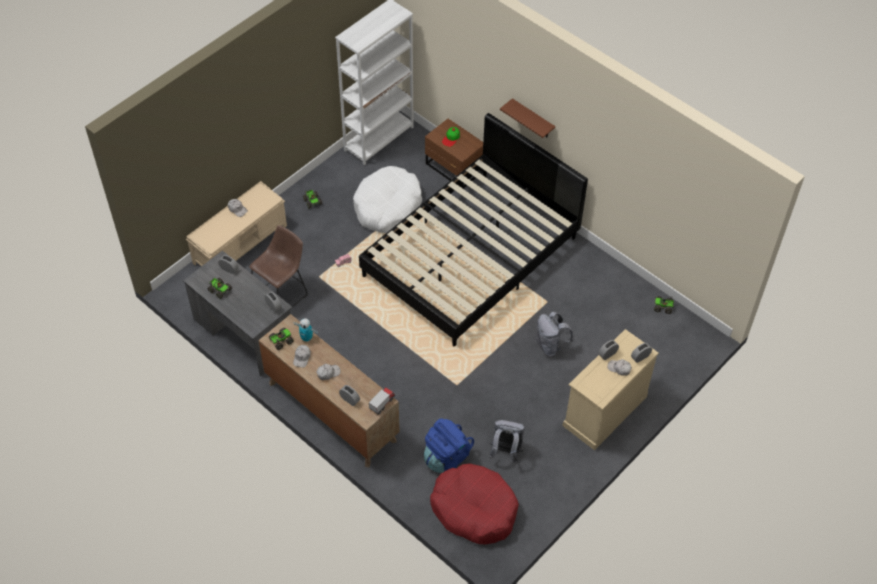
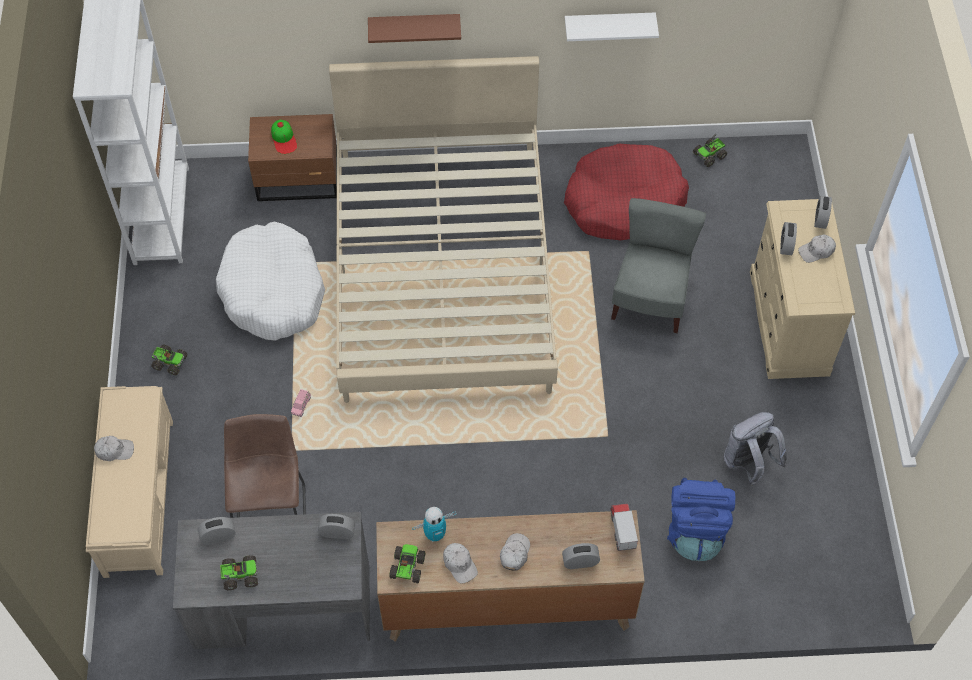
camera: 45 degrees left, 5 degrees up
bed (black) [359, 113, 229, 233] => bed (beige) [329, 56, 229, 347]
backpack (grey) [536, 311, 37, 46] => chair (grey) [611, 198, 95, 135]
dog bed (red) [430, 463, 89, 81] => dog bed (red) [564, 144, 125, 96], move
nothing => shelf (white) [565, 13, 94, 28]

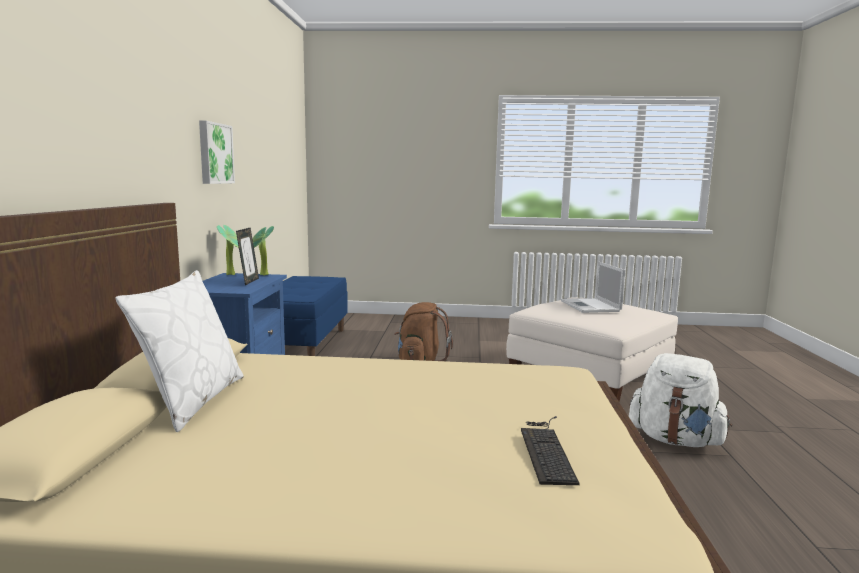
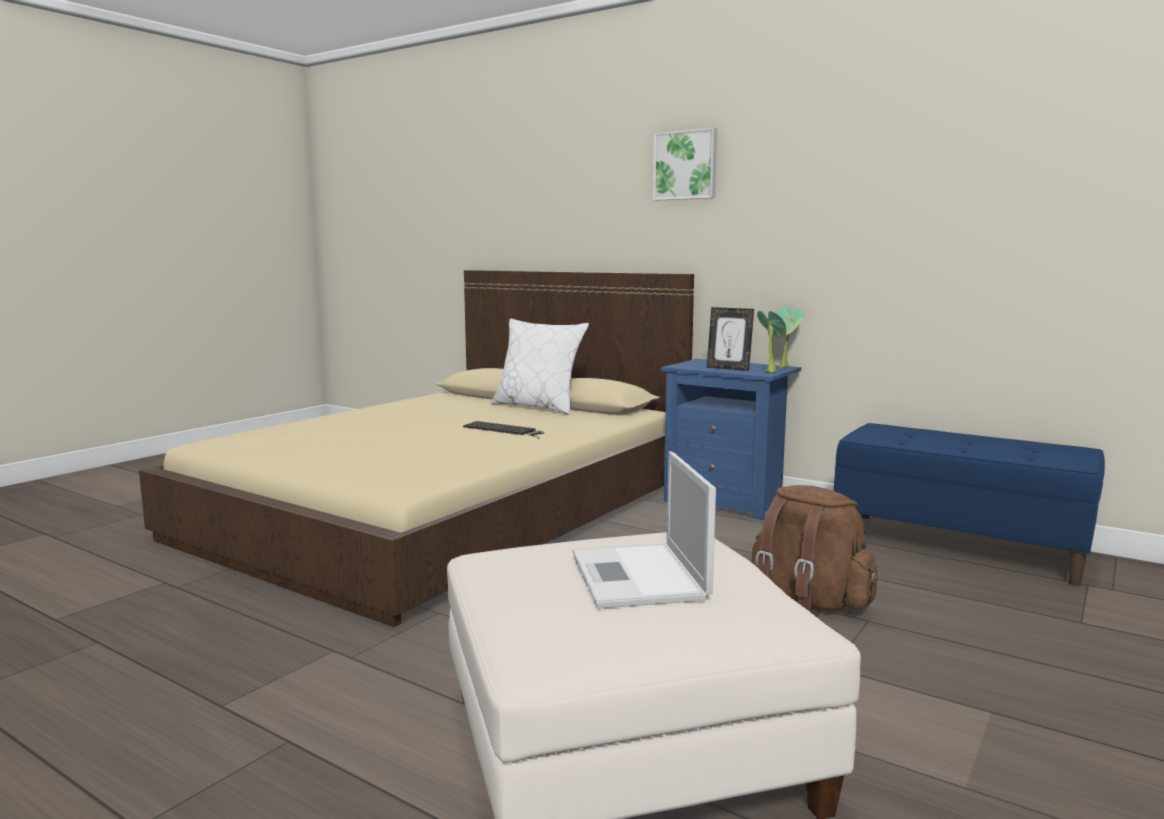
camera: 120 degrees right, 0 degrees up
picture [199, 120, 36, 64] => picture [653, 127, 64, 74], move
laptop [561, 262, 64, 51] => laptop [573, 451, 143, 158], 120 degrees counterclockwise
backpack (white) [629, 353, 103, 94] => nothing
keyboard [521, 416, 58, 69] => keyboard [463, 421, 81, 18], move

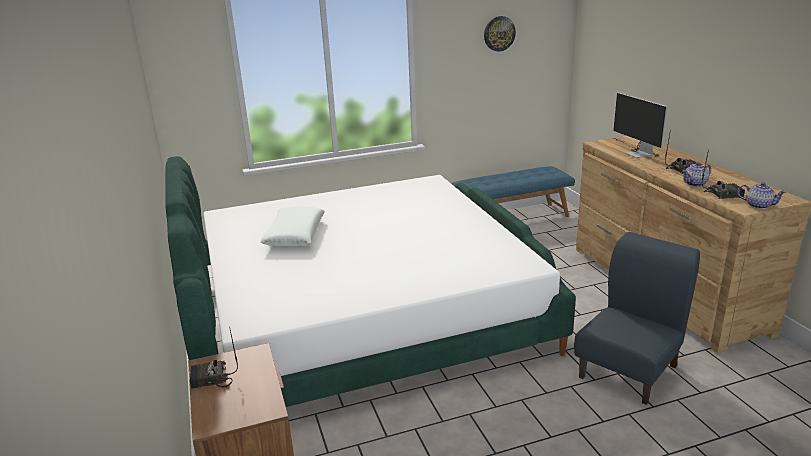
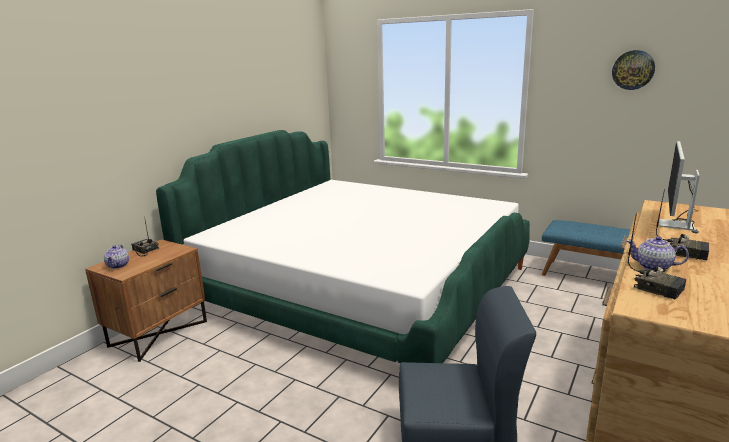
camera: 50 degrees right, 5 degrees down
teapot [738, 182, 48, 27] => teapot [104, 244, 25, 25], move
pillow (white) [260, 207, 65, 40] => nothing

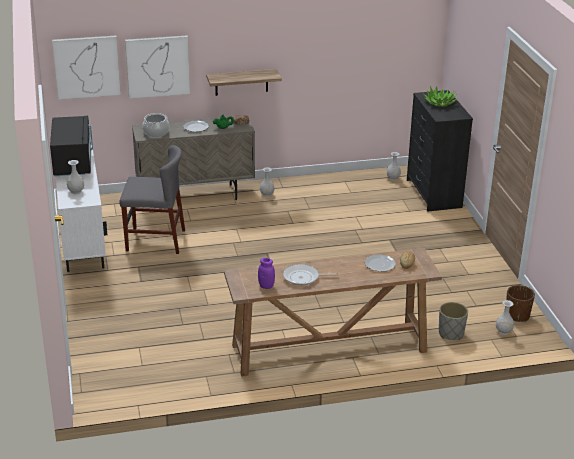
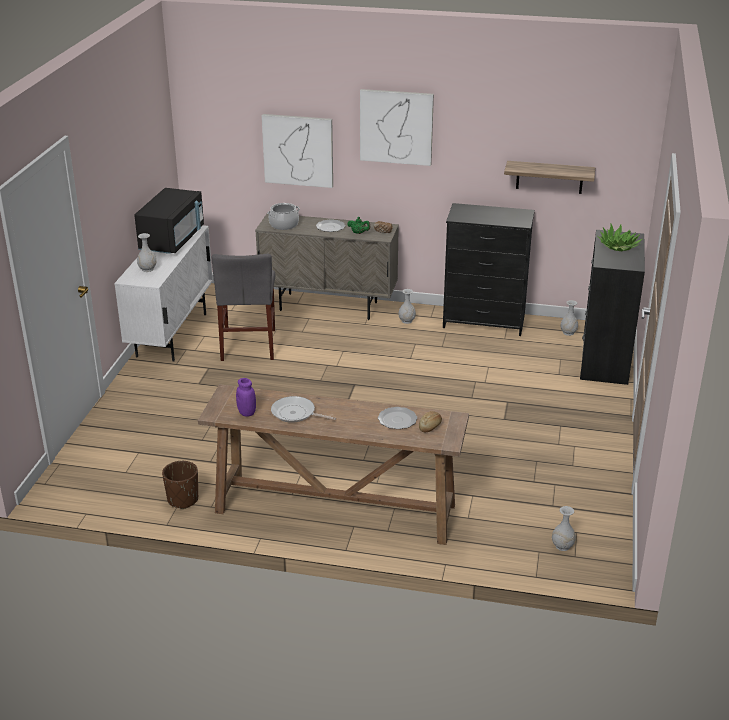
camera: 25 degrees right, 0 degrees up
picture [52, 36, 69, 64] => picture [360, 89, 74, 77], move
shelf [206, 69, 76, 27] => shelf [504, 161, 91, 33], move
chair (grey) [120, 145, 65, 109] => chair (grey) [212, 254, 63, 107], 60 degrees clockwise
planter (brown) [506, 285, 29, 37] => planter (brown) [162, 461, 36, 48], move
planter (grey) [439, 302, 29, 38] => nothing
nothing => dresser (black) [443, 203, 92, 133]

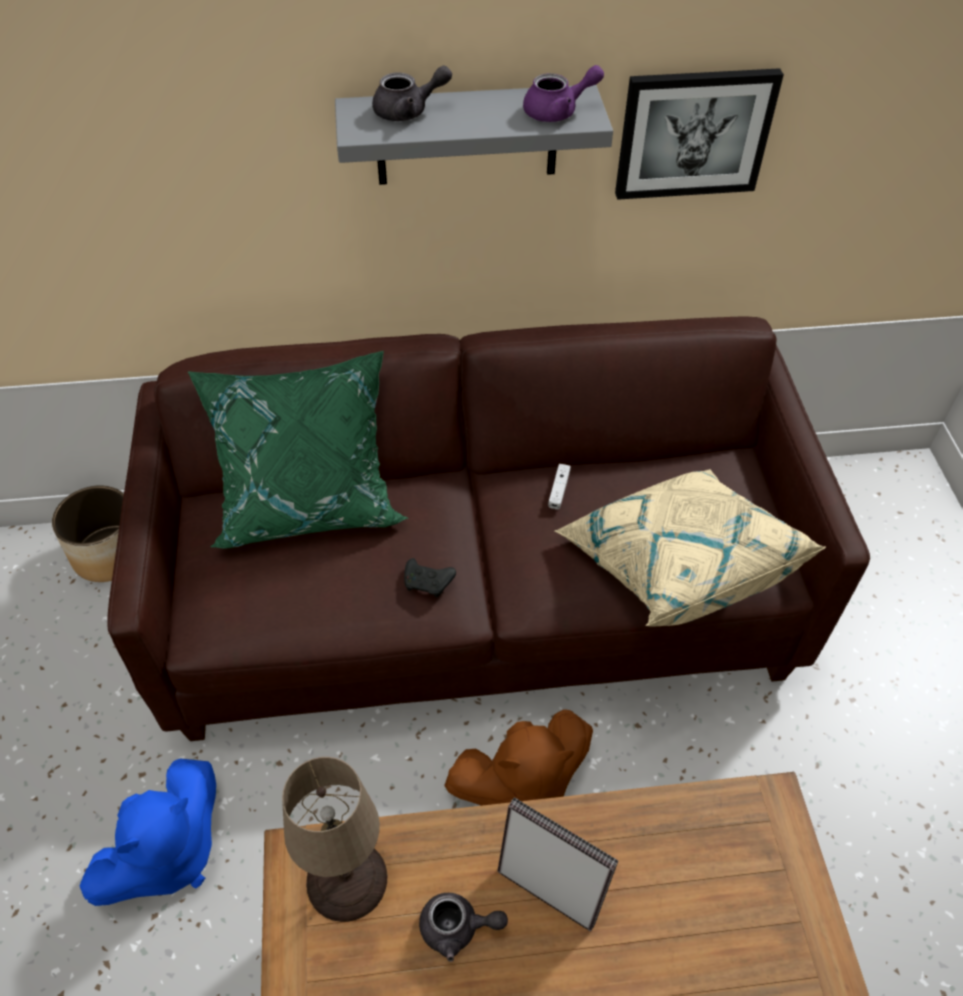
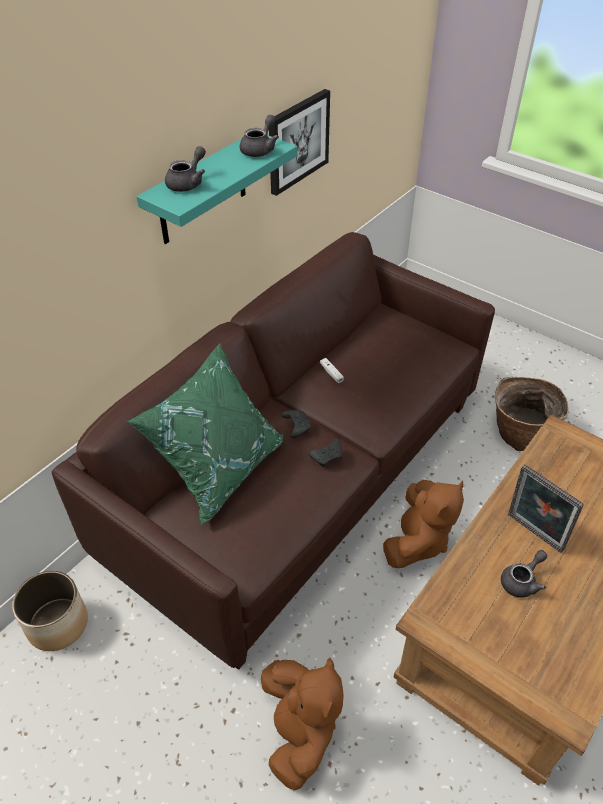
camera: 45 degrees left, 5 degrees down
teapot (purple) [523, 65, 81, 57] => teapot (grey) [240, 115, 39, 42]
shelf (grey) [335, 85, 278, 100] => shelf (turquoise) [137, 135, 160, 109]
pillow (beige) [554, 469, 272, 158] => nothing
table lamp (beige) [282, 757, 105, 165] => nothing
plush toy (blue) [79, 759, 137, 147] => plush toy (brown) [261, 658, 83, 133]
picture frame [497, 798, 121, 133] => picture frame [508, 464, 76, 89], 120 degrees counterclockwise
nothing => basket [495, 377, 74, 74]
nothing => game controller (black) [281, 410, 30, 28]

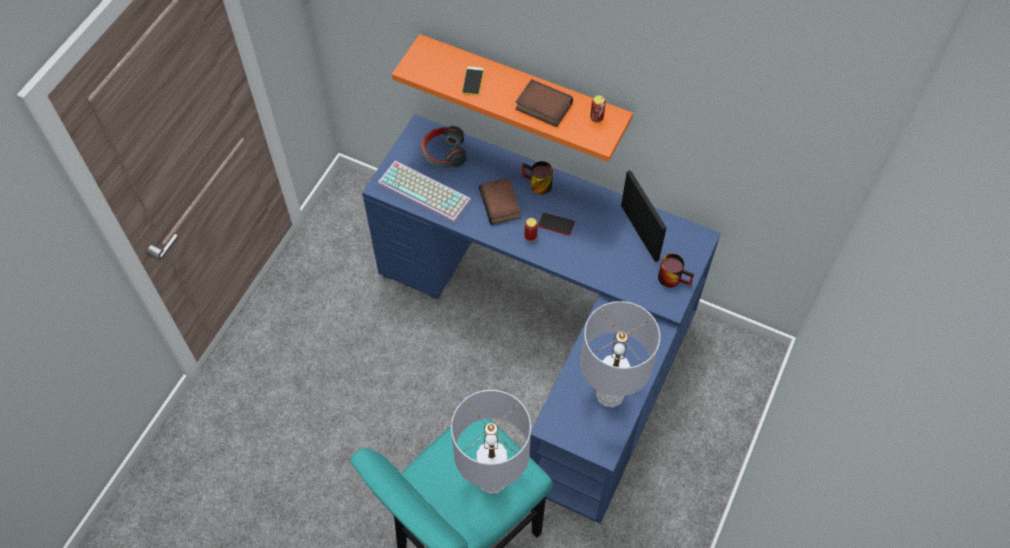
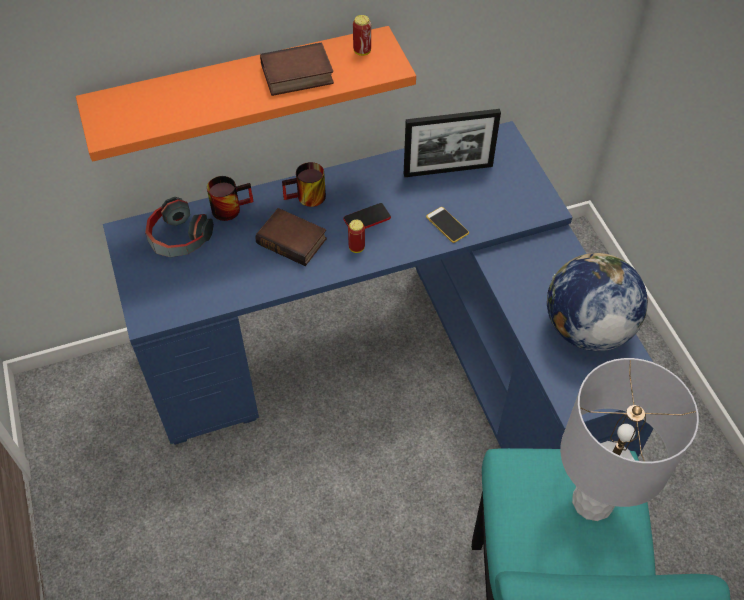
camera: 45 degrees left, 5 degrees down
phone [462, 66, 22, 30] => phone [426, 207, 43, 36], move
keyboard [377, 161, 94, 62] => nothing
picture frame [621, 170, 46, 92] => picture frame [404, 109, 97, 68], 150 degrees clockwise
mug [658, 253, 36, 34] => mug [207, 176, 47, 45], move
table lamp (grey) [580, 301, 80, 106] => globe [547, 253, 102, 98]

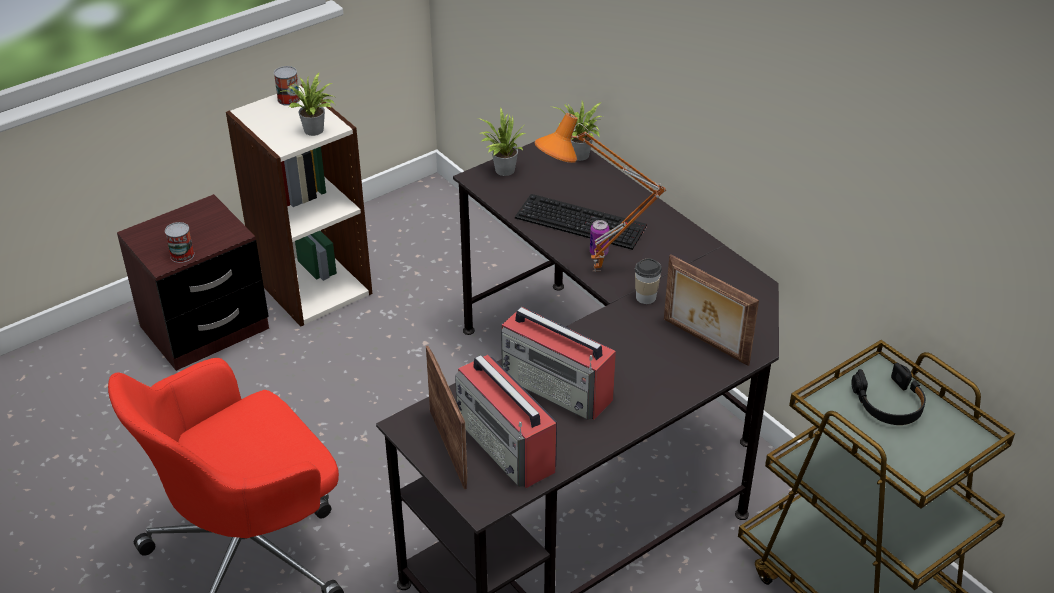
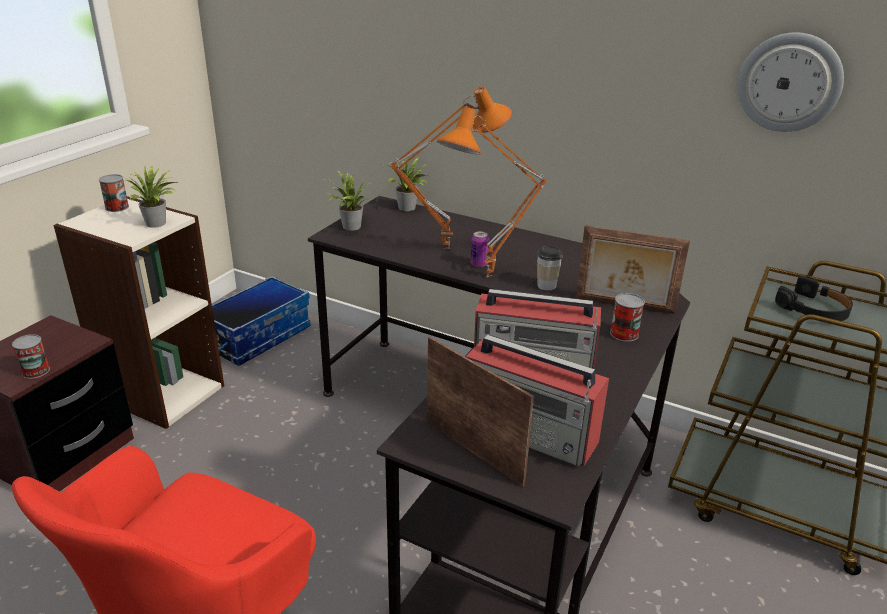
camera: 25 degrees left, 10 degrees down
keyboard [515, 194, 132, 56] => table lamp (orange) [390, 86, 122, 163]
nothing => wall clock [737, 32, 107, 100]
nothing => storage box [212, 276, 99, 90]
nothing => can [610, 293, 35, 49]

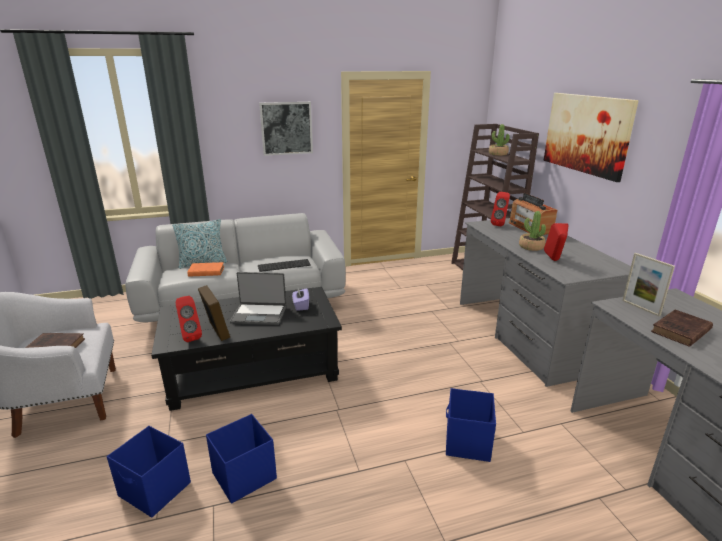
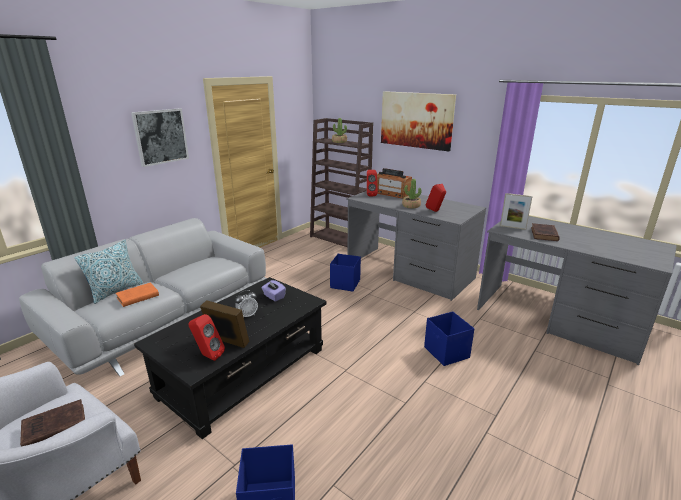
camera: 35 degrees left, 0 degrees up
keyboard [258, 259, 53, 13] => nothing
laptop [230, 272, 56, 53] => alarm clock [235, 290, 23, 27]
storage box (blue) [206, 414, 71, 90] => storage box (blue) [330, 254, 31, 38], move

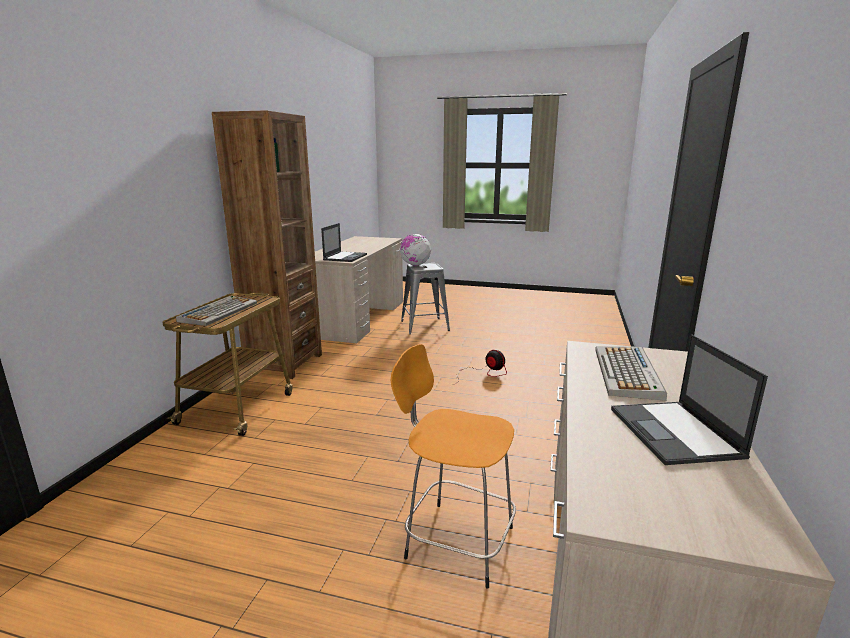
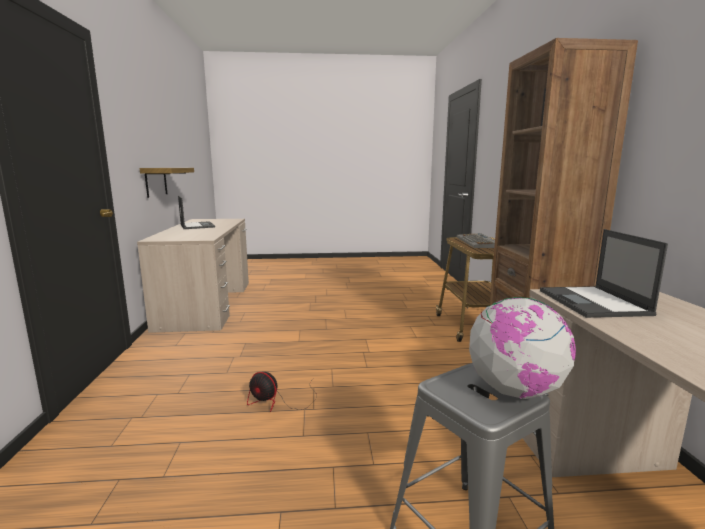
camera: 160 degrees right, 5 degrees down
stool (orange) [391, 344, 125, 245] => nothing
keyboard [595, 346, 72, 55] => nothing
nothing => shelf [140, 168, 54, 30]

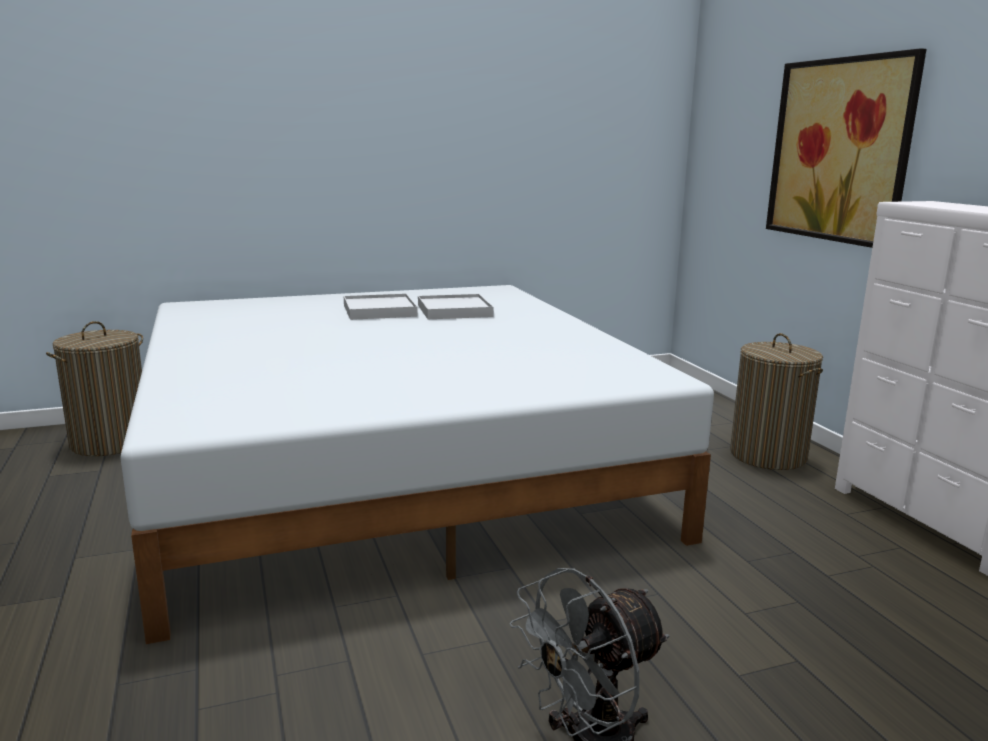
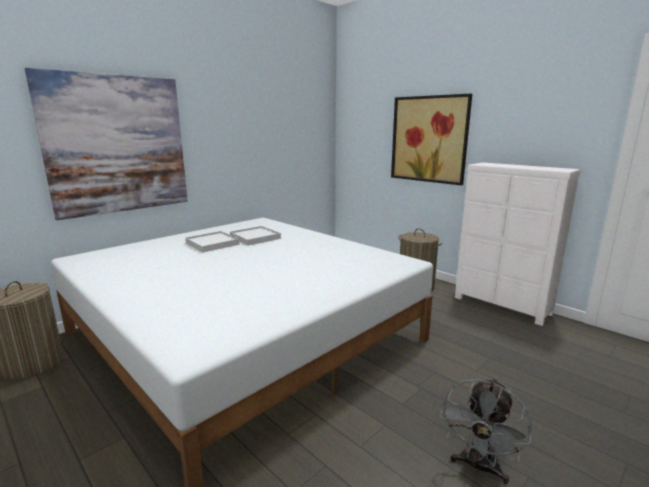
camera: 25 degrees left, 0 degrees up
nothing => picture [25, 68, 163, 152]

